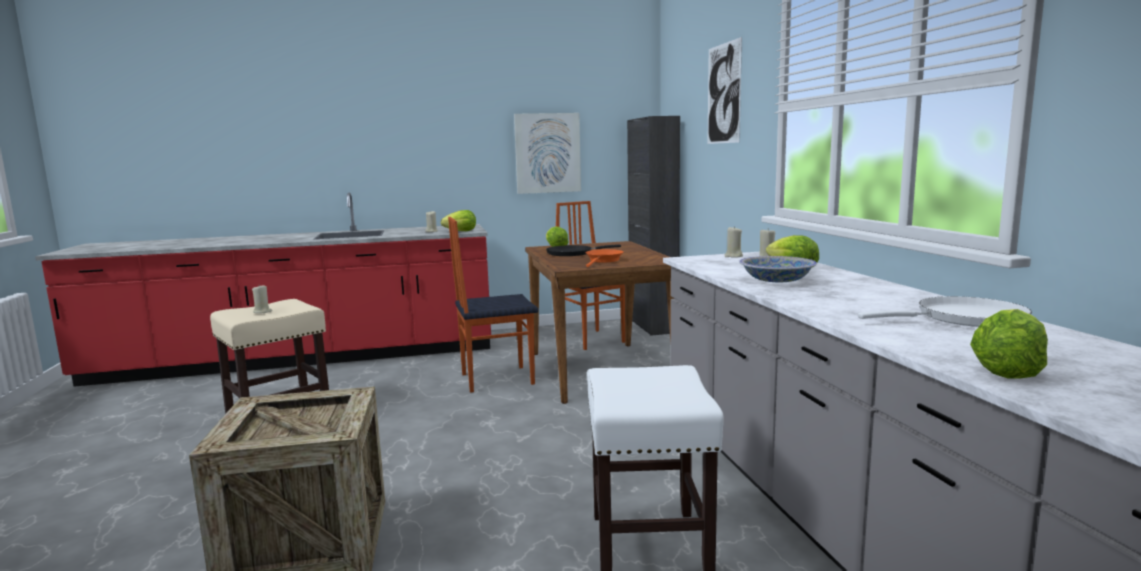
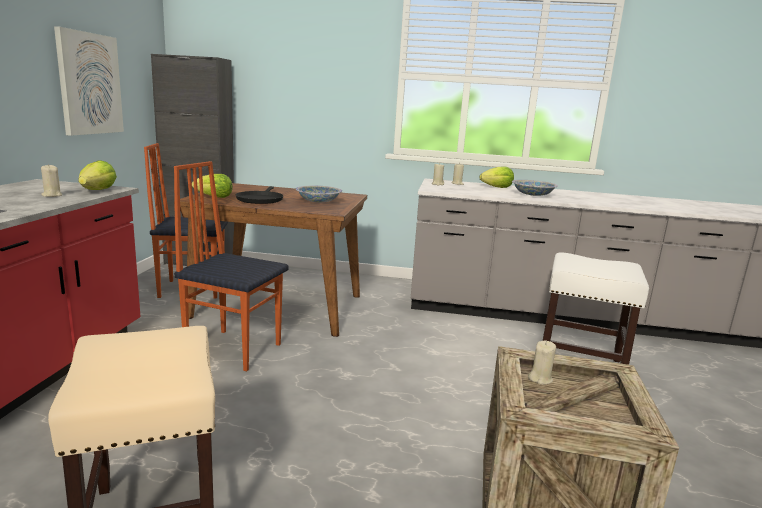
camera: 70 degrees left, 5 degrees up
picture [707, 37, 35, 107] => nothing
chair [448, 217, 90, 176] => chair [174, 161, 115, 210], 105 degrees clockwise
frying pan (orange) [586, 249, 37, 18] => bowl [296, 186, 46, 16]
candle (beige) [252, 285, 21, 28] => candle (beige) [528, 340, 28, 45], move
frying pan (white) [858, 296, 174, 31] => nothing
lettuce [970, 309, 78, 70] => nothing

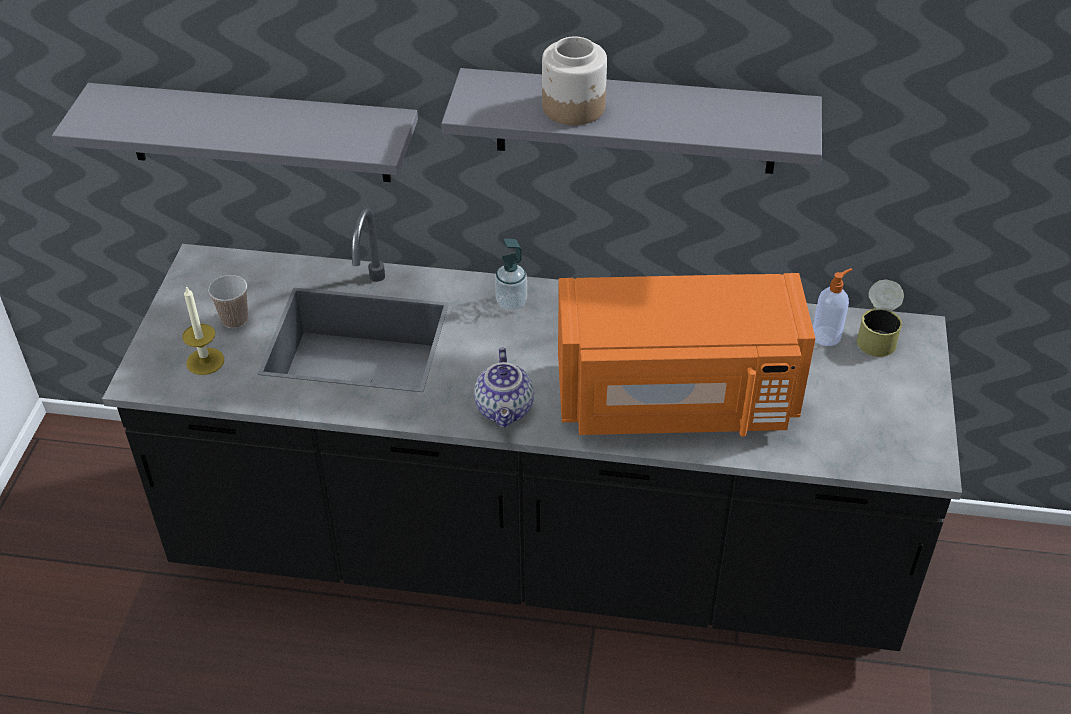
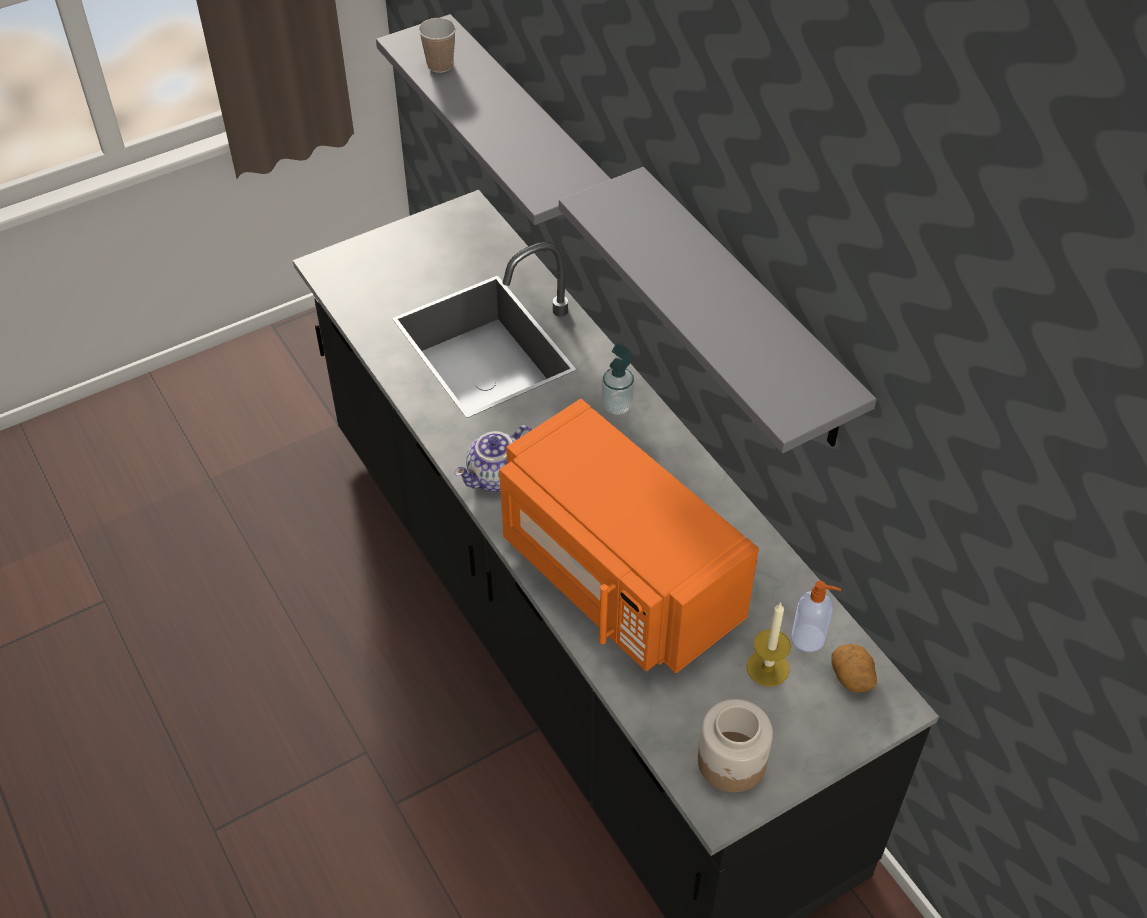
camera: 50 degrees right, 5 degrees up
jar [542, 37, 65, 88] => jar [698, 699, 75, 93], move
cup [208, 275, 40, 53] => cup [418, 18, 38, 55], move
can [857, 279, 47, 78] => potato [832, 644, 45, 48]
candle [182, 286, 42, 89] => candle [746, 602, 45, 85], move

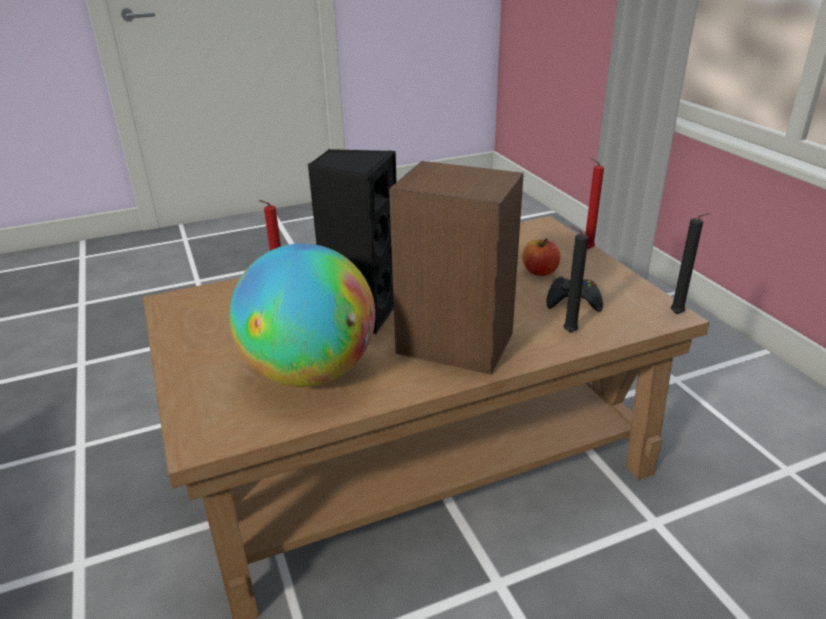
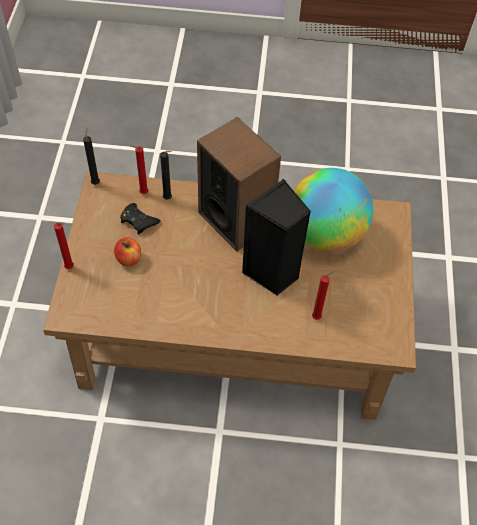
camera: 155 degrees left, 25 degrees up
nothing => candle (red) [131, 146, 17, 48]

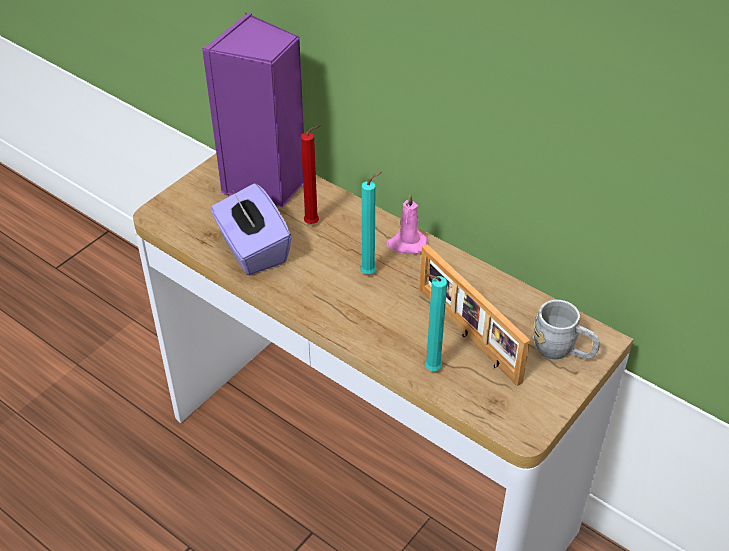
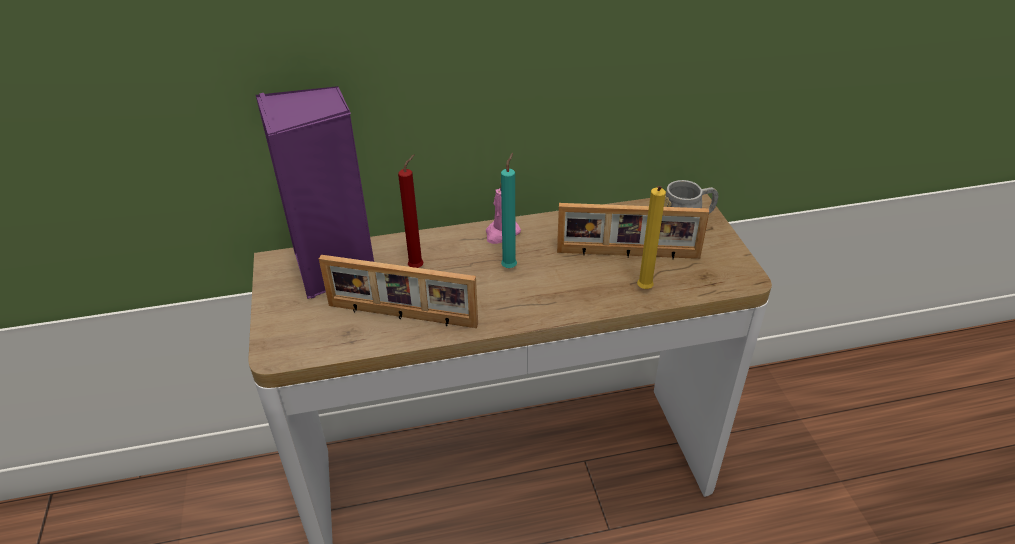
camera: 50 degrees left, 5 degrees down
tissue box (purple) [211, 183, 81, 92] => picture frame [319, 255, 159, 73]
candle (turquoise) [425, 274, 22, 97] => candle (yellow) [637, 186, 29, 103]

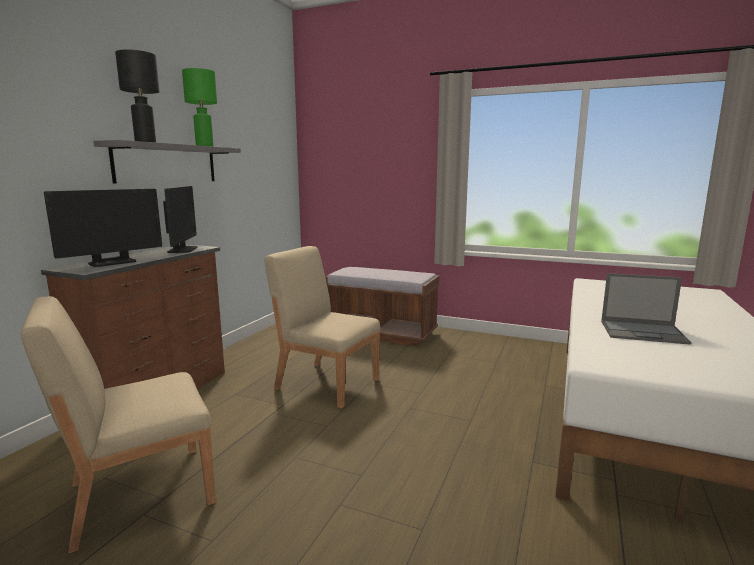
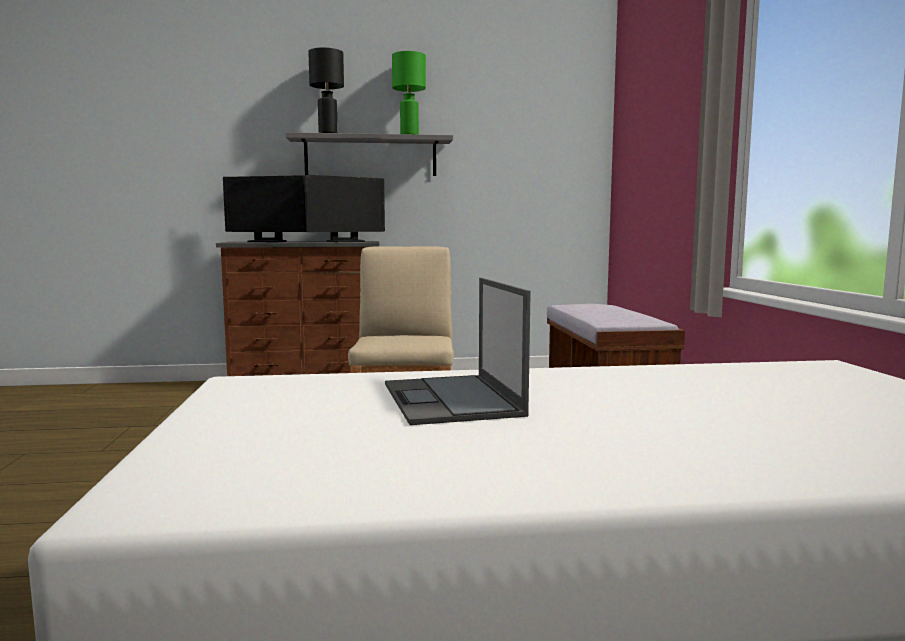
camera: 60 degrees right, 5 degrees down
chair (beige) [21, 296, 194, 257] => nothing

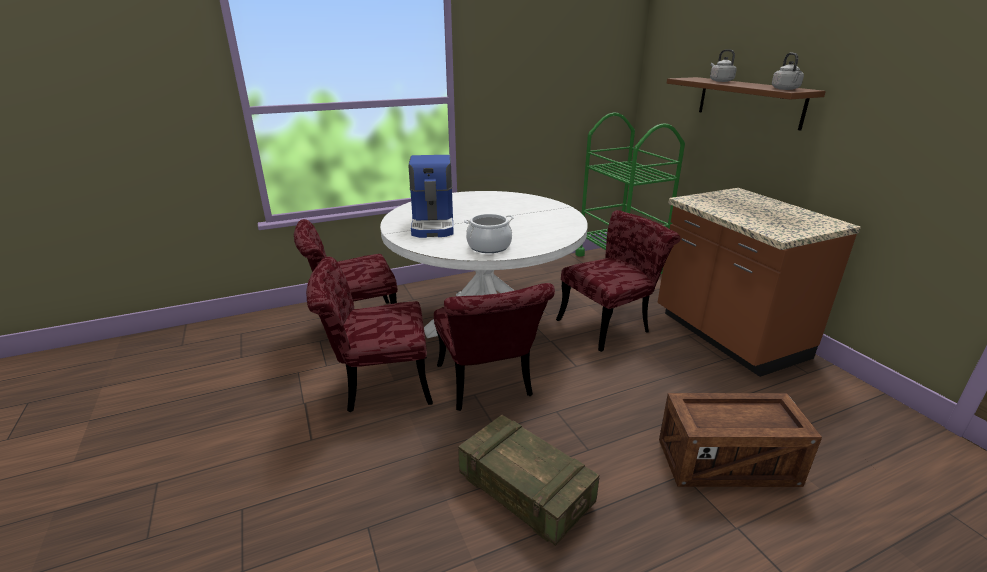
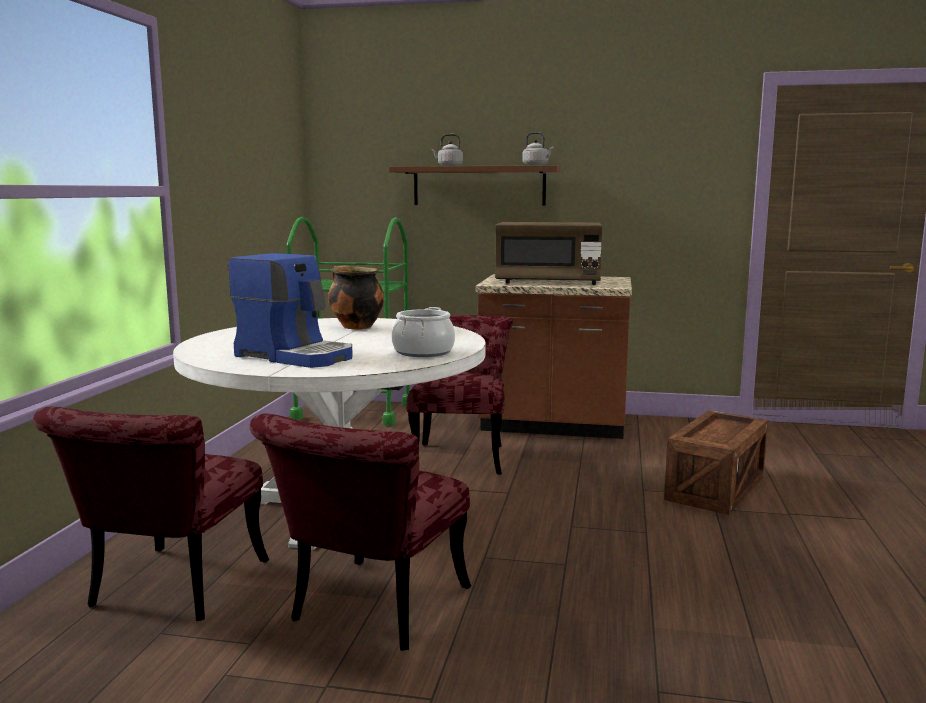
camera: 55 degrees left, 15 degrees down
chair (red) [434, 283, 121, 128] => nothing
crate [458, 415, 141, 131] => nothing
nothing => microwave (brown) [495, 222, 107, 63]
nothing => cooking pot [328, 265, 56, 65]

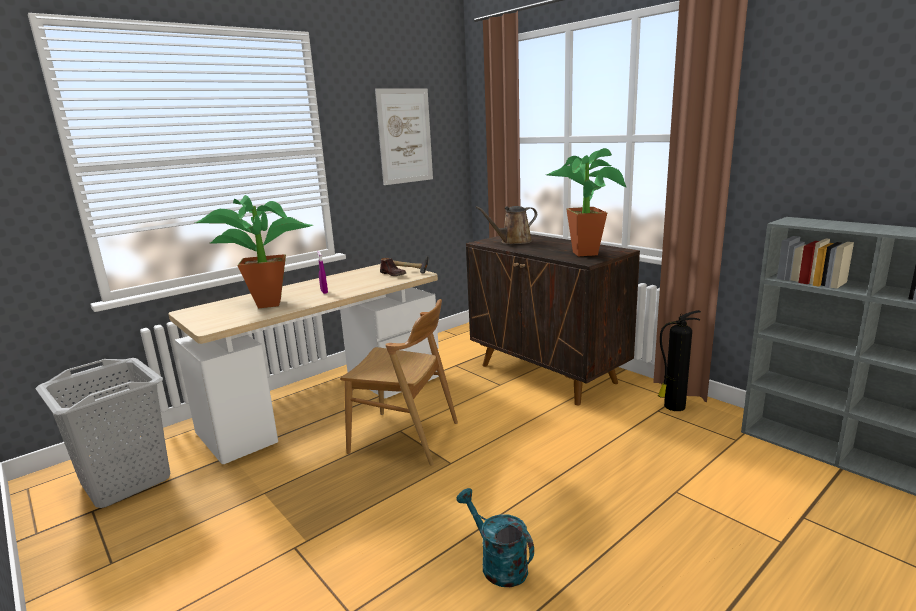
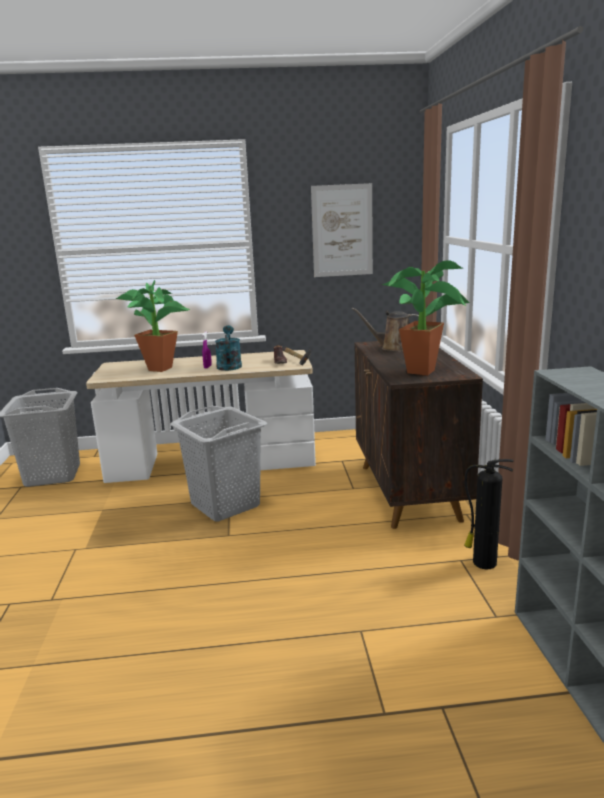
camera: 35 degrees right, 0 degrees up
chair (brown) [340, 299, 118, 167] => laundry basket (grey) [170, 406, 97, 116]
watering can (turquoise) [456, 488, 78, 99] => watering can (turquoise) [215, 325, 27, 46], move

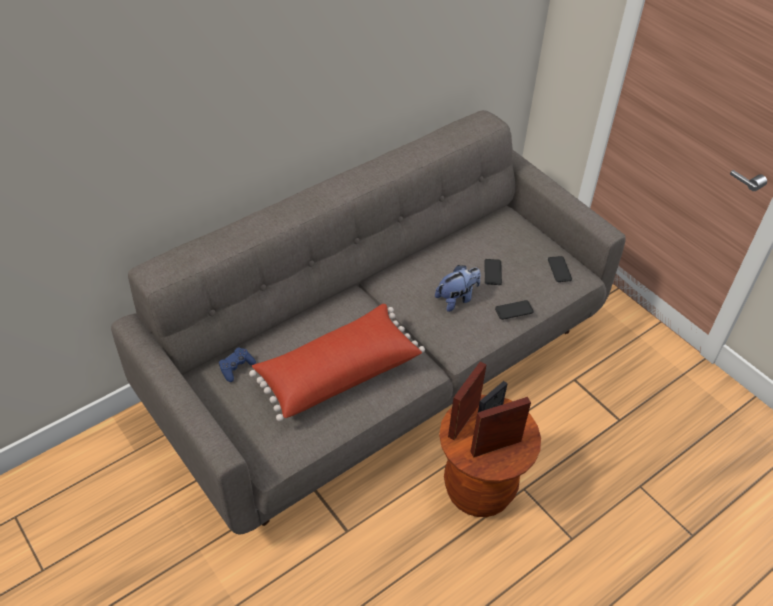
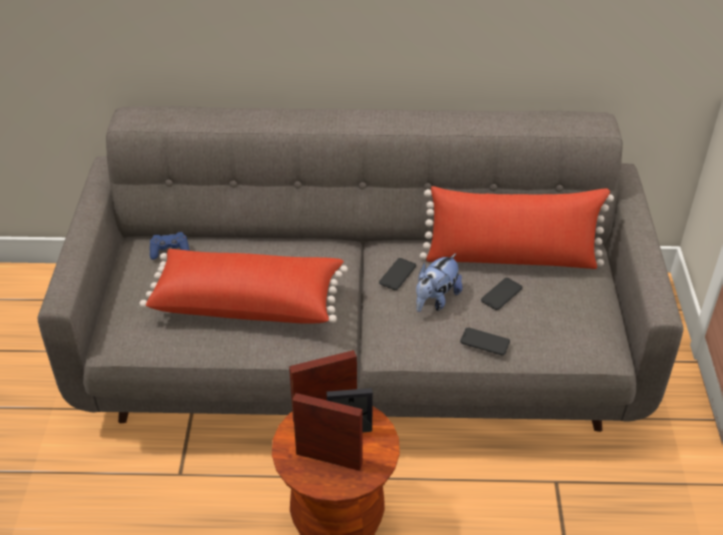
camera: 40 degrees right, 5 degrees down
phone [548, 256, 24, 26] => phone [379, 258, 37, 32], move
plush toy [435, 265, 46, 47] => plush toy [416, 253, 47, 59], 120 degrees clockwise
nothing => pillow (red) [420, 186, 194, 83]

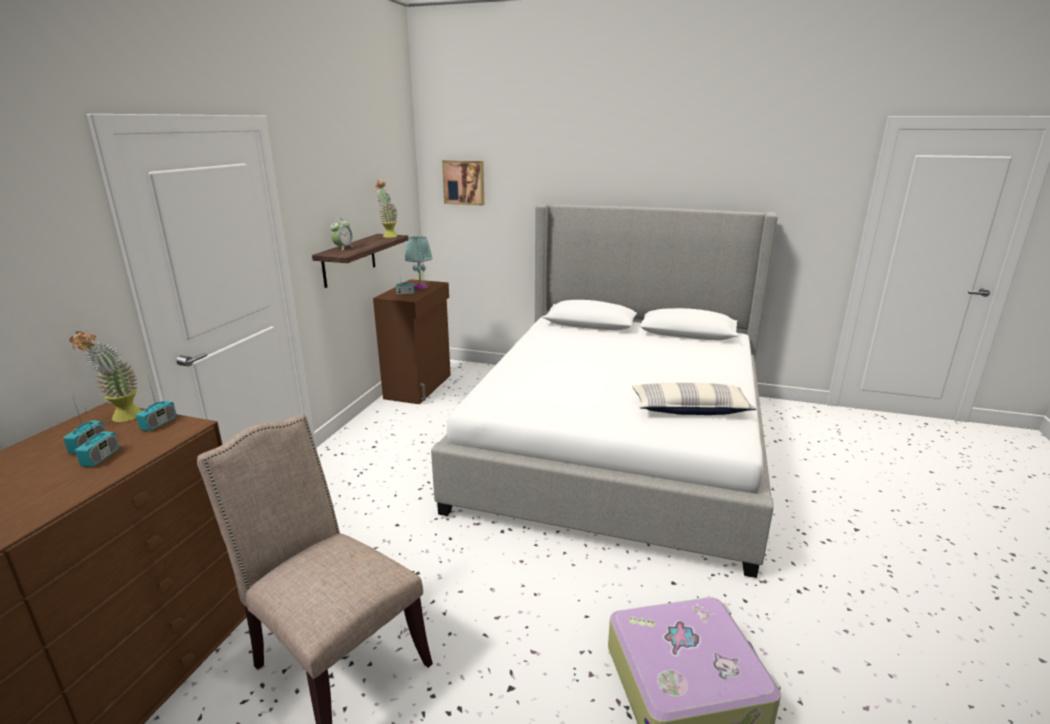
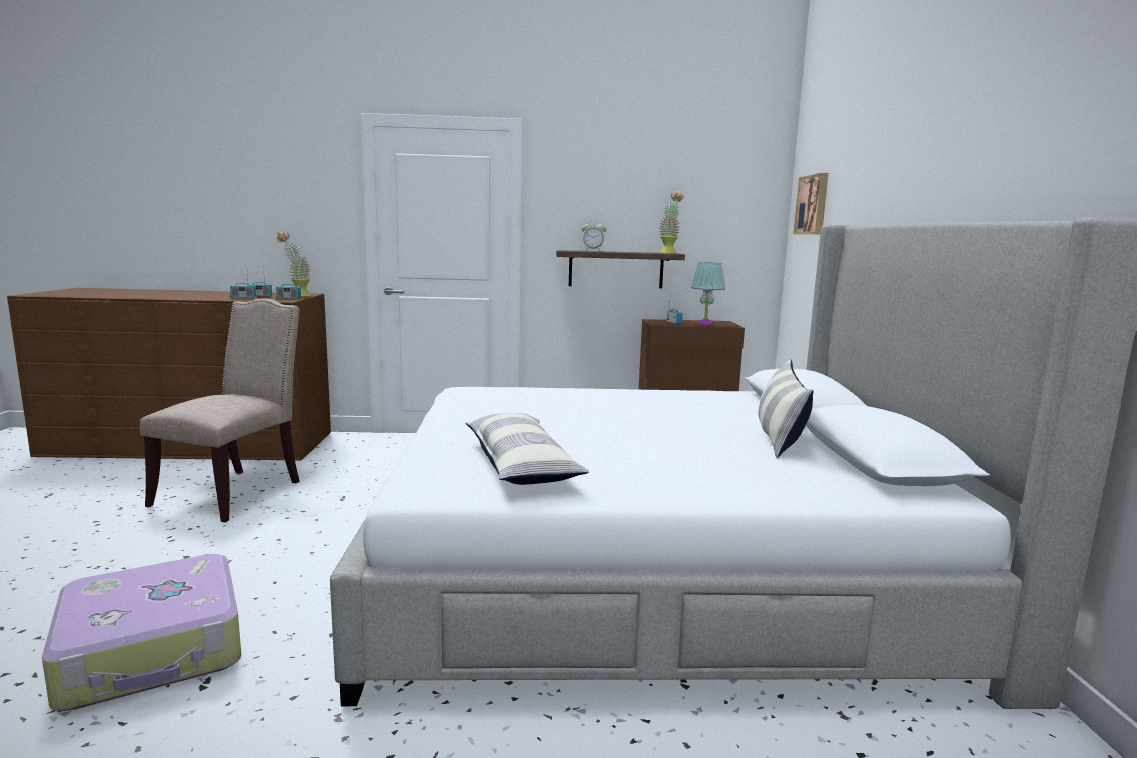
camera: 70 degrees right, 10 degrees down
nothing => pillow [759, 359, 55, 99]

